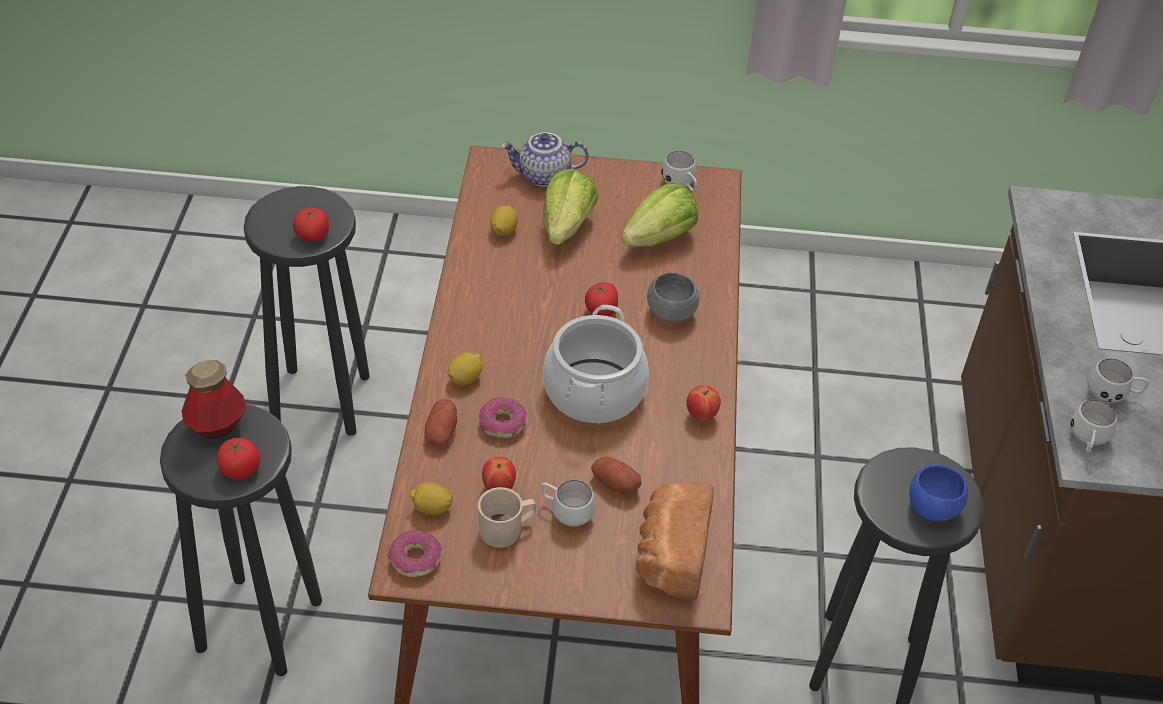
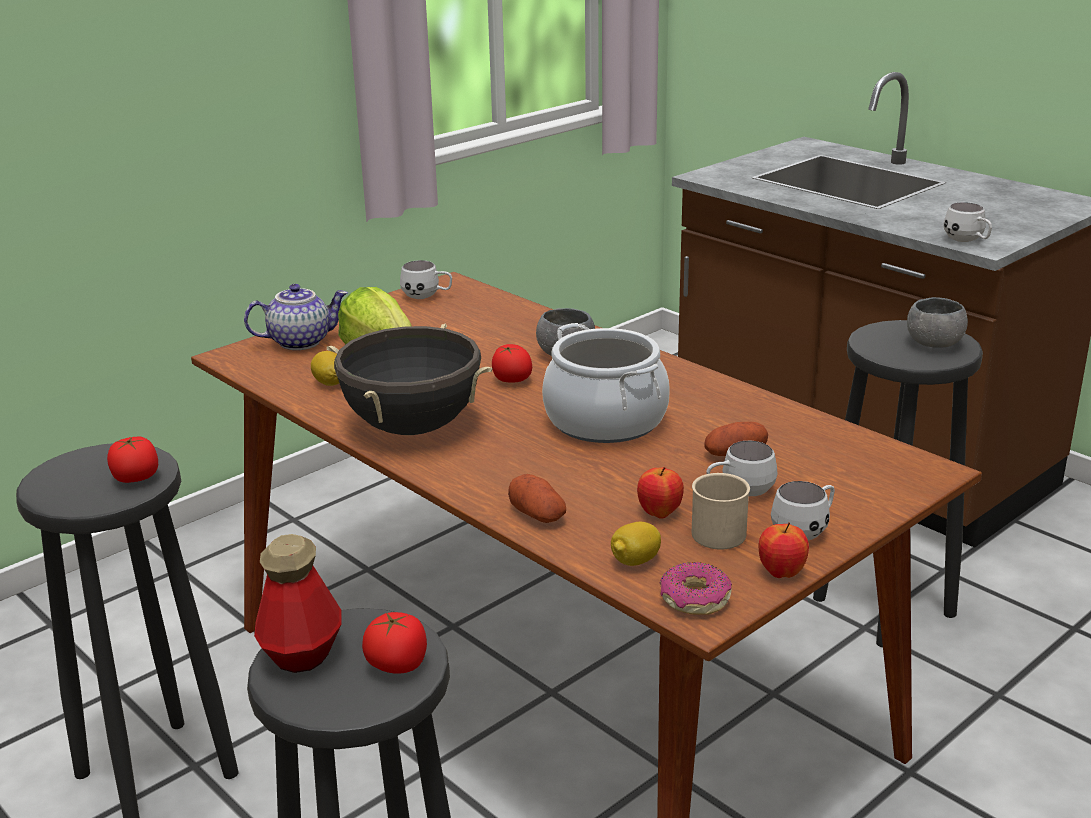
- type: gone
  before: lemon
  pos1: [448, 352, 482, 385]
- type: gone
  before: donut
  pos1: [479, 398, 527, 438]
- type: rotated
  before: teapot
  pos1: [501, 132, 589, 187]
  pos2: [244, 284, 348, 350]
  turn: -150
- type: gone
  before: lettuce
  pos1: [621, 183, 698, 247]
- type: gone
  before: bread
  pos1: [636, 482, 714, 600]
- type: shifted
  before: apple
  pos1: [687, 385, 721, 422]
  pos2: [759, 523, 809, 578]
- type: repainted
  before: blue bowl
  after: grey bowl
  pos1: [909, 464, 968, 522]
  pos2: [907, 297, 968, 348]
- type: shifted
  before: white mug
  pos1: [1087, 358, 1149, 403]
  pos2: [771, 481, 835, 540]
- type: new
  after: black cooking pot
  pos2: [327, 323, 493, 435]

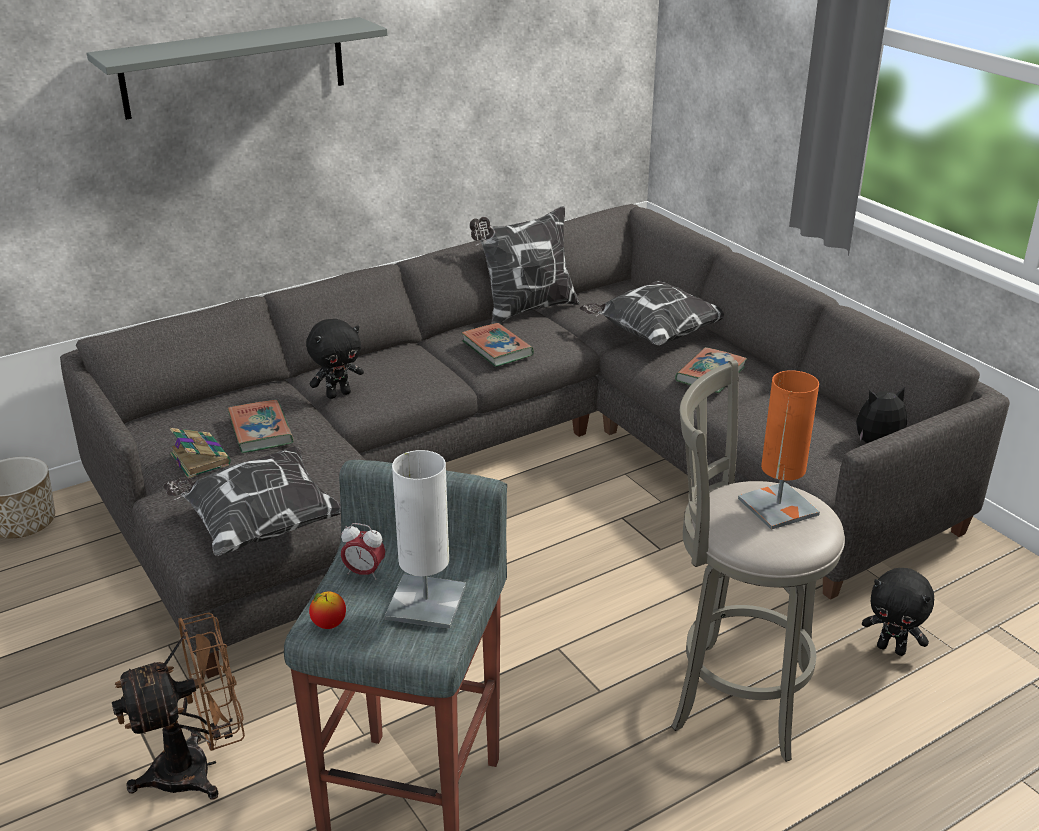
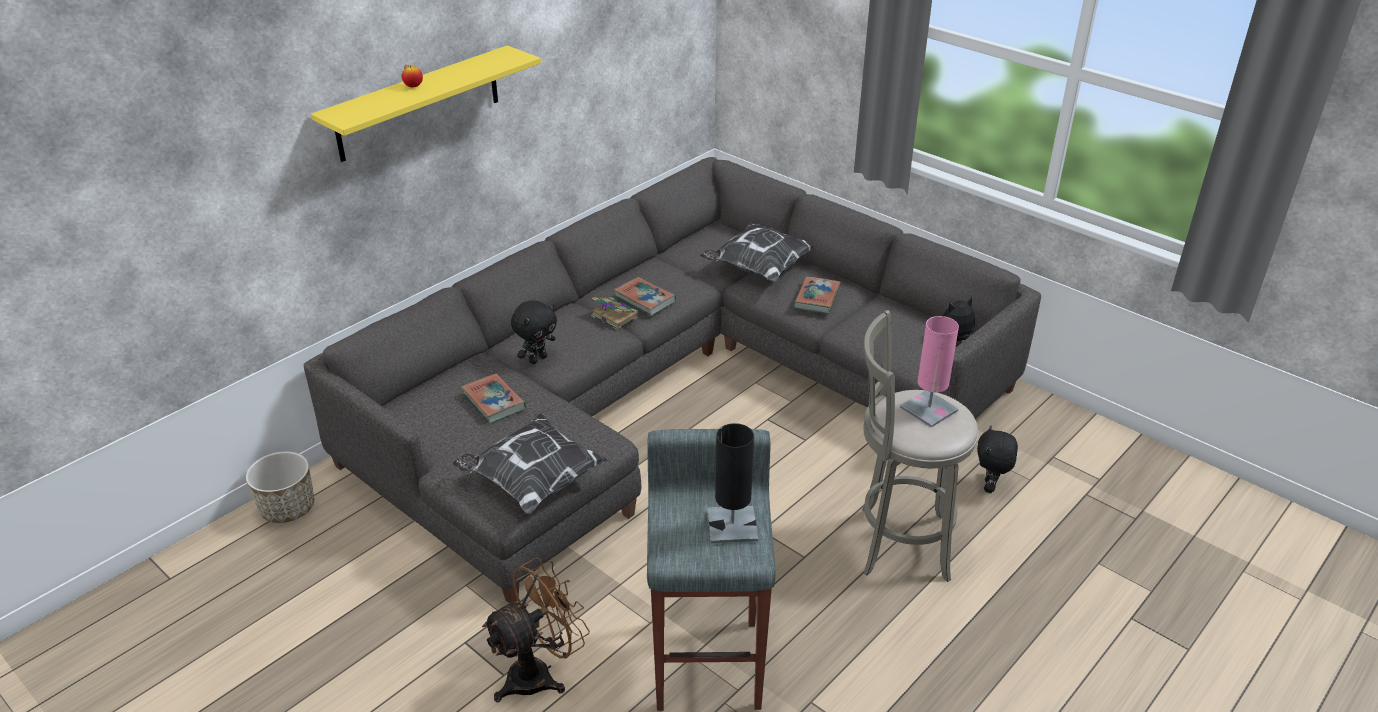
- type: repainted
  before: grey shelf
  after: yellow shelf
  pos1: [87, 17, 387, 120]
  pos2: [311, 45, 541, 162]
- type: shifted
  before: book
  pos1: [170, 428, 231, 478]
  pos2: [591, 297, 639, 330]
- type: shifted
  before: apple
  pos1: [309, 592, 346, 629]
  pos2: [402, 65, 423, 88]
- type: gone
  before: alarm clock
  pos1: [341, 523, 385, 580]
- type: repainted
  before: white table lamp
  after: black table lamp
  pos1: [385, 450, 466, 629]
  pos2: [707, 423, 758, 544]
- type: gone
  before: pillow
  pos1: [469, 206, 580, 324]
- type: repainted
  before: orange table lamp
  after: pink table lamp
  pos1: [738, 370, 820, 530]
  pos2: [900, 316, 959, 427]
- type: rotated
  before: black plush toy
  pos1: [862, 568, 934, 656]
  pos2: [977, 426, 1018, 493]
  turn: 90

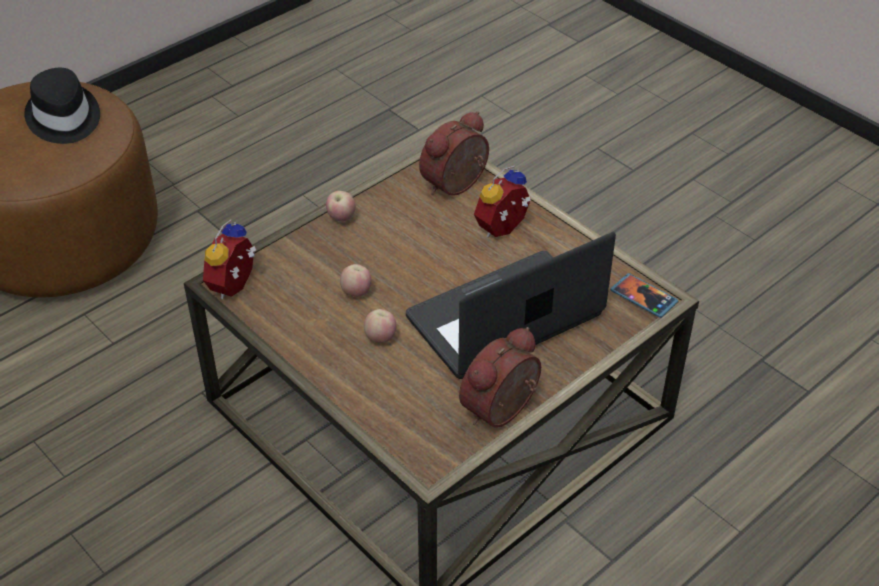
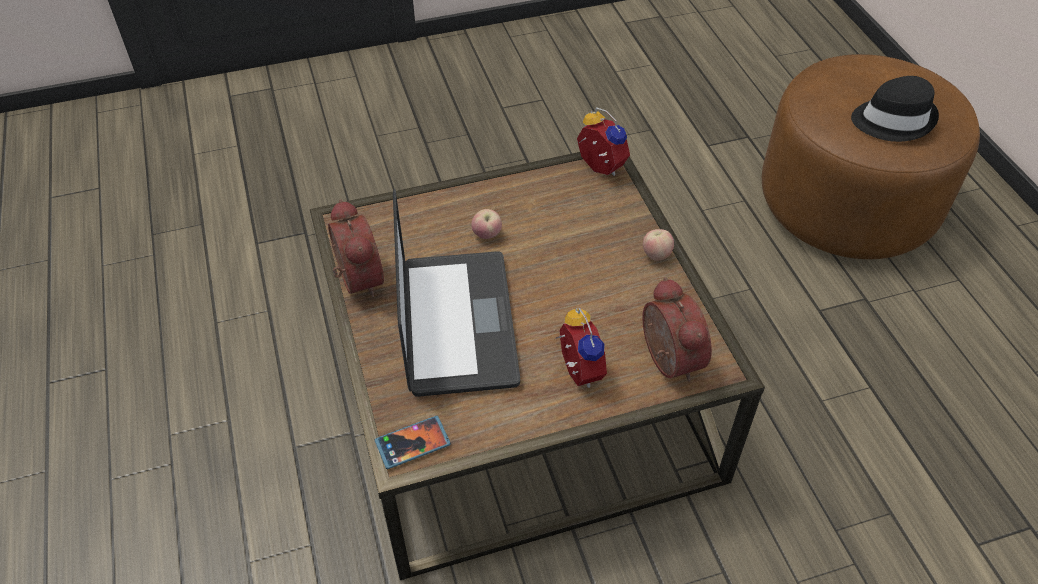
- type: gone
  before: apple
  pos1: [340, 264, 371, 297]

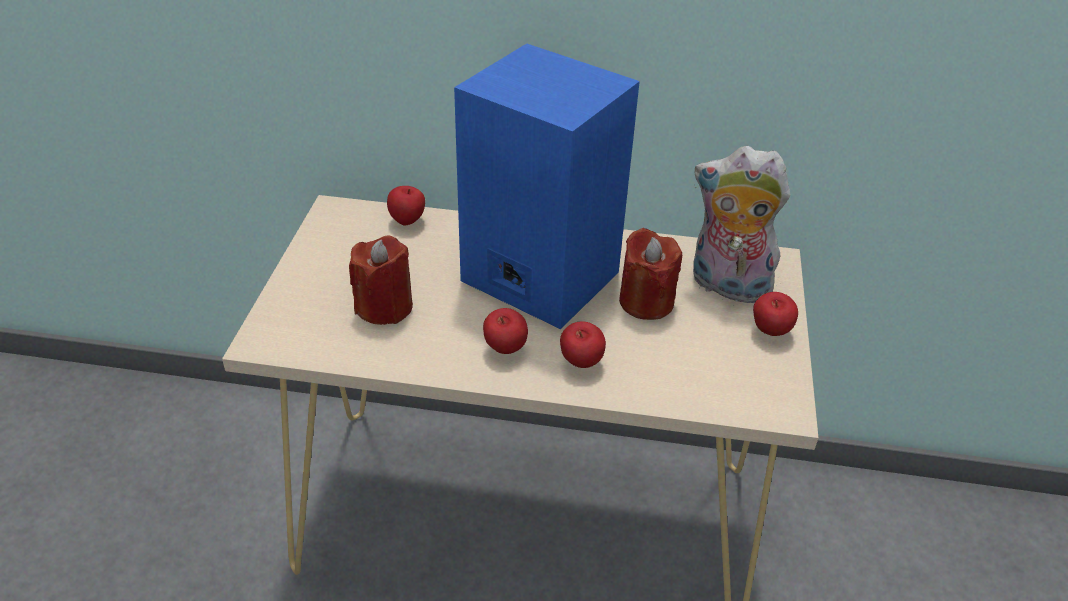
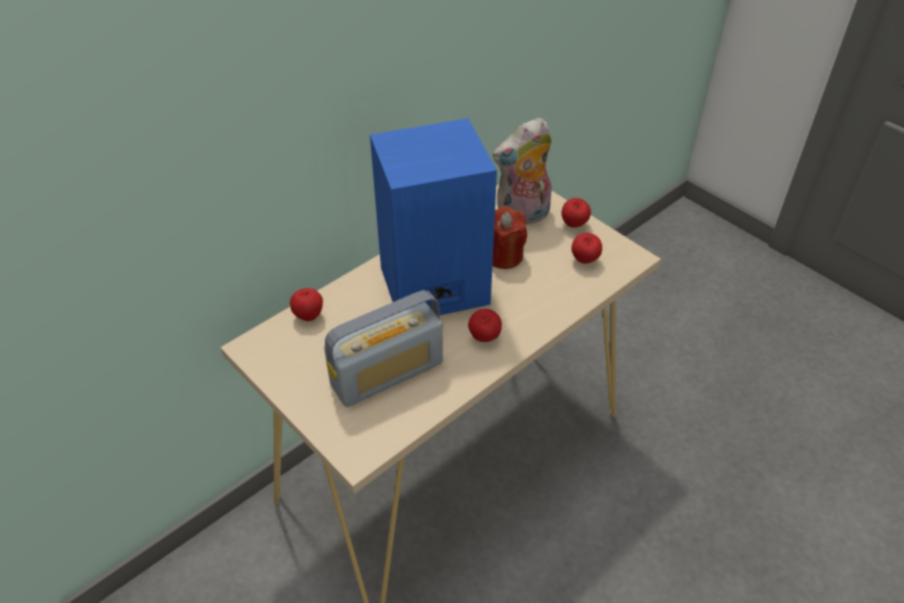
- type: swapped
  before: red candle
  after: radio
  pos1: [349, 235, 413, 325]
  pos2: [324, 290, 443, 407]
- type: shifted
  before: apple
  pos1: [560, 321, 606, 368]
  pos2: [571, 233, 602, 264]

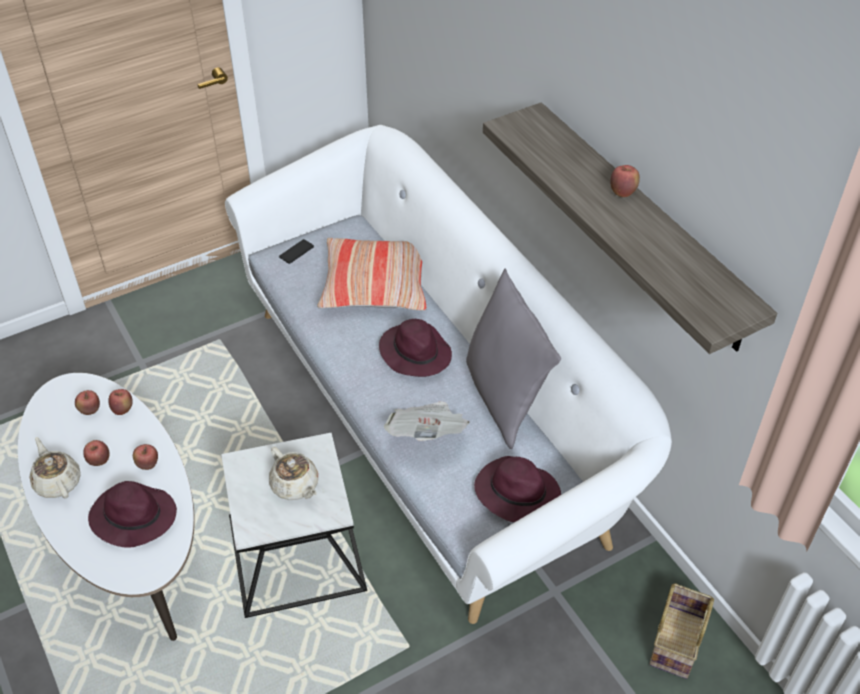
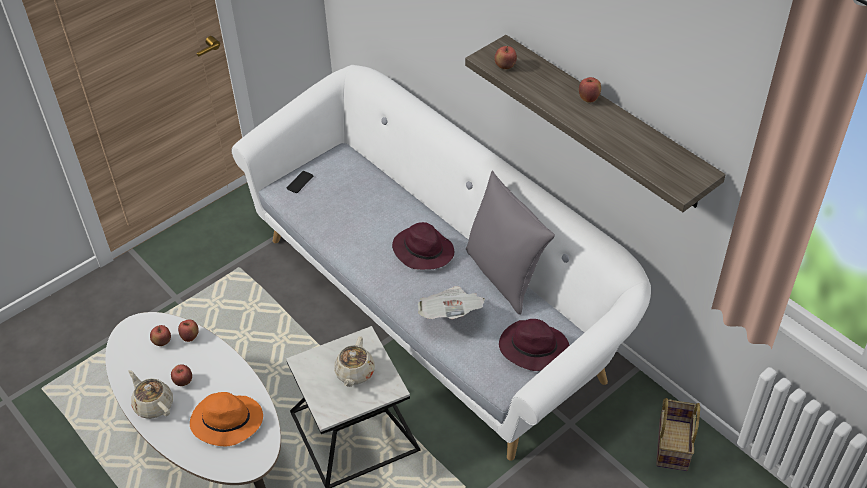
- type: repainted
  before: purple hat
  after: orange hat
  pos1: [88, 481, 177, 548]
  pos2: [190, 392, 263, 446]
- type: shifted
  before: apple
  pos1: [133, 444, 158, 470]
  pos2: [495, 46, 517, 69]
- type: rotated
  before: beige teapot
  pos1: [269, 446, 318, 500]
  pos2: [334, 336, 375, 387]
  turn: 60
- type: gone
  before: pillow
  pos1: [317, 238, 427, 311]

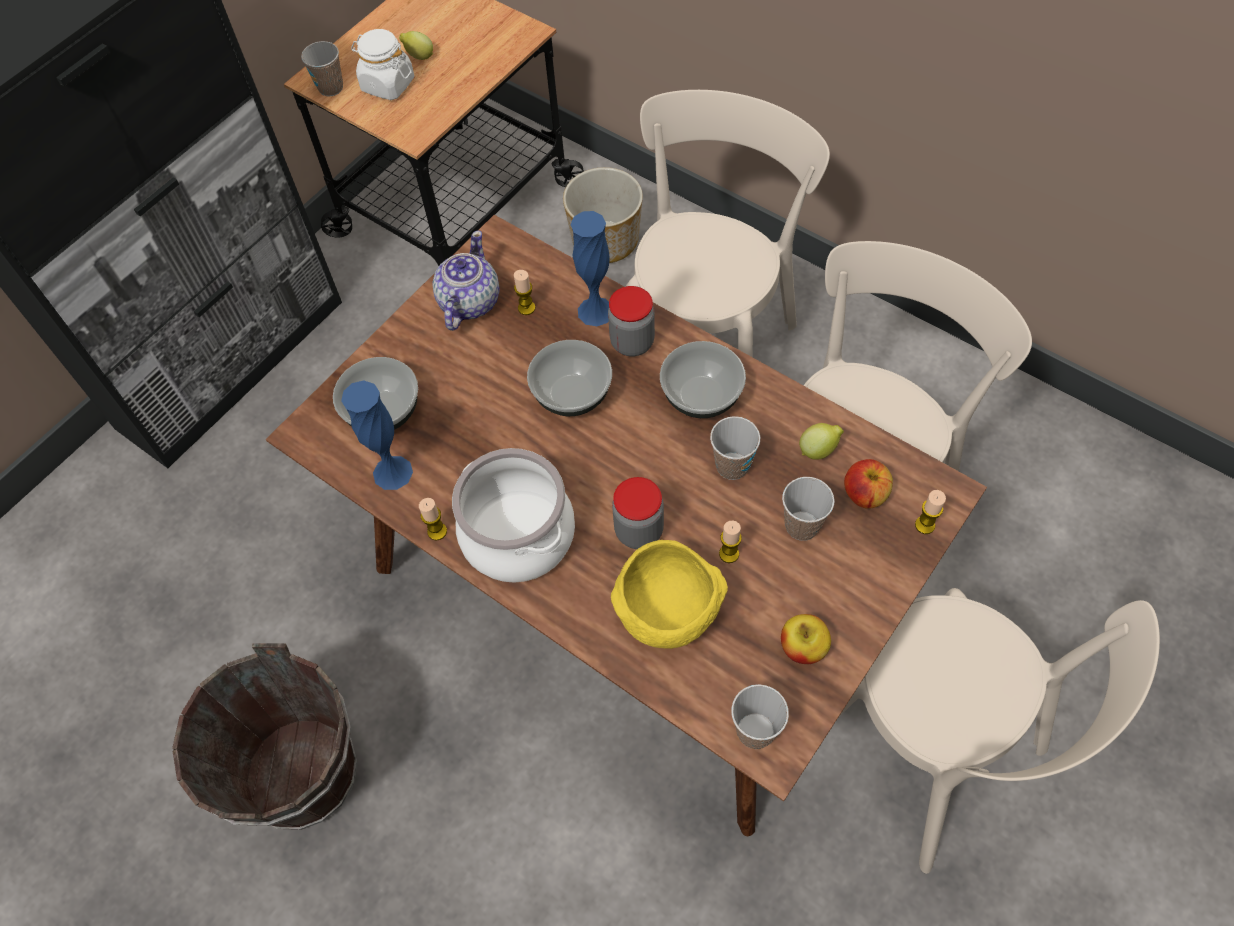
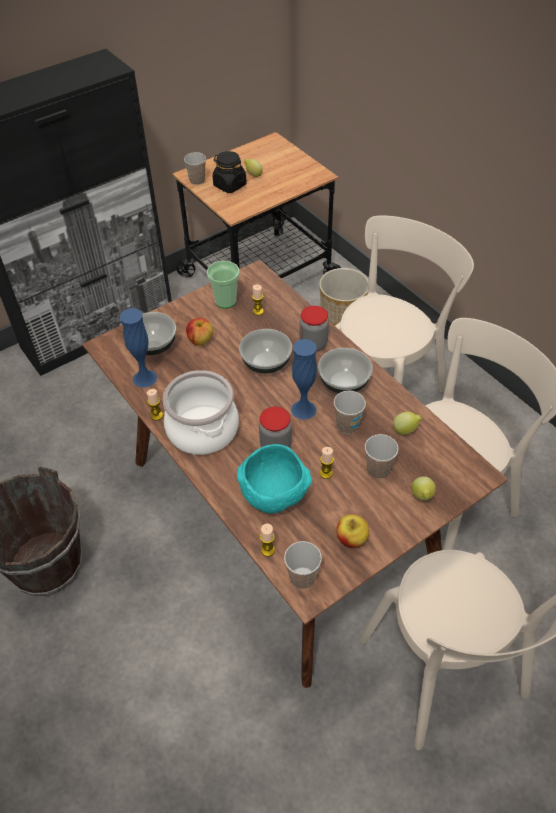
- type: repainted
  before: white jar
  after: black jar
  pos1: [351, 29, 415, 100]
  pos2: [213, 151, 246, 193]
- type: swapped
  before: teapot
  after: cup
  pos1: [432, 231, 500, 331]
  pos2: [207, 261, 240, 308]
- type: shifted
  before: blue vase
  pos1: [571, 211, 609, 326]
  pos2: [291, 339, 317, 420]
- type: repainted
  before: yellow bowl
  after: turquoise bowl
  pos1: [611, 540, 728, 649]
  pos2: [237, 444, 312, 513]
- type: shifted
  before: apple
  pos1: [844, 459, 893, 509]
  pos2: [186, 318, 213, 346]
- type: shifted
  before: candle
  pos1: [915, 490, 946, 534]
  pos2: [260, 523, 275, 557]
- type: new
  after: lemon
  pos2: [412, 477, 436, 501]

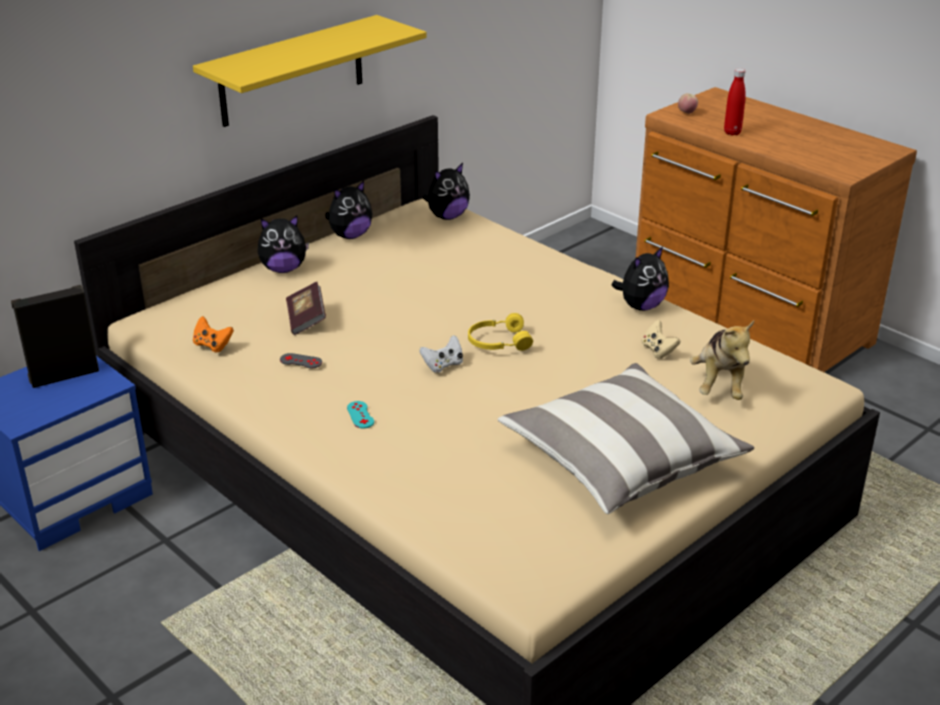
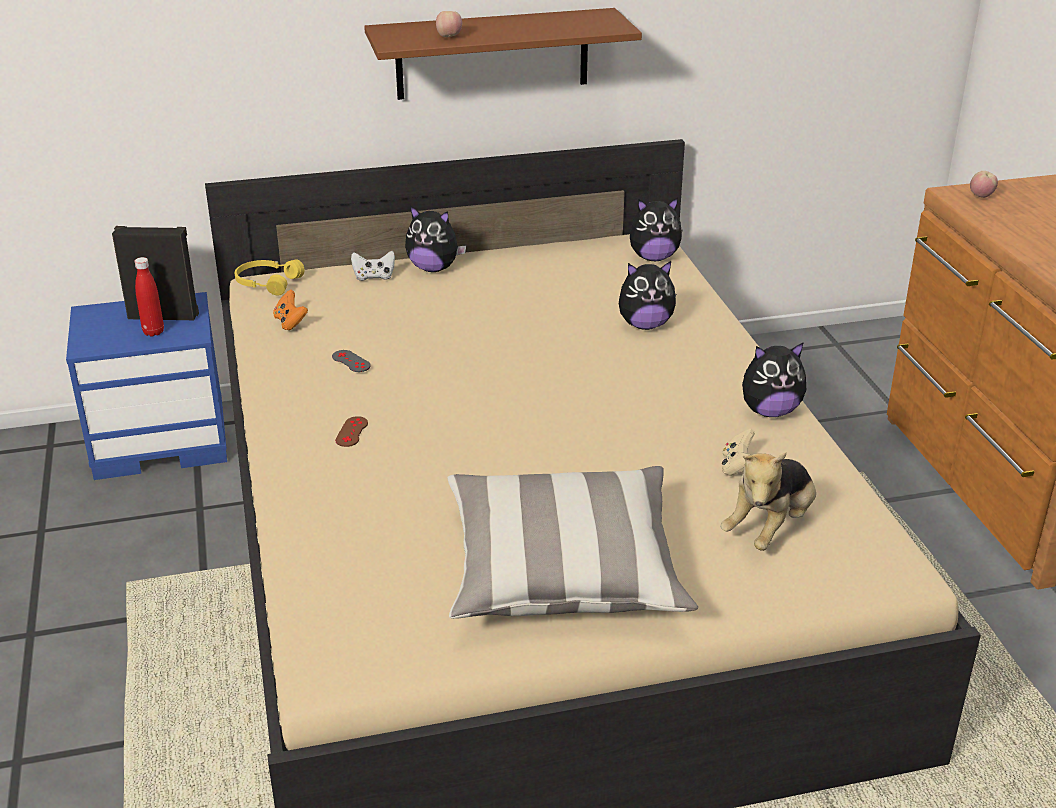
- type: repainted
  before: yellow shelf
  after: brown shelf
  pos1: [193, 15, 427, 127]
  pos2: [364, 8, 642, 100]
- type: gone
  before: book
  pos1: [286, 282, 326, 335]
- type: shifted
  before: plush toy
  pos1: [325, 181, 373, 239]
  pos2: [619, 261, 677, 330]
- type: repainted
  before: turquoise game controller
  after: brown game controller
  pos1: [347, 401, 374, 428]
  pos2: [335, 416, 368, 447]
- type: shifted
  before: white game controller
  pos1: [419, 335, 463, 373]
  pos2: [351, 251, 395, 281]
- type: shifted
  before: yellow headphones
  pos1: [468, 313, 533, 351]
  pos2: [235, 260, 304, 295]
- type: shifted
  before: red bottle
  pos1: [724, 68, 746, 136]
  pos2: [135, 257, 164, 336]
- type: new
  after: apple
  pos2: [436, 11, 462, 37]

